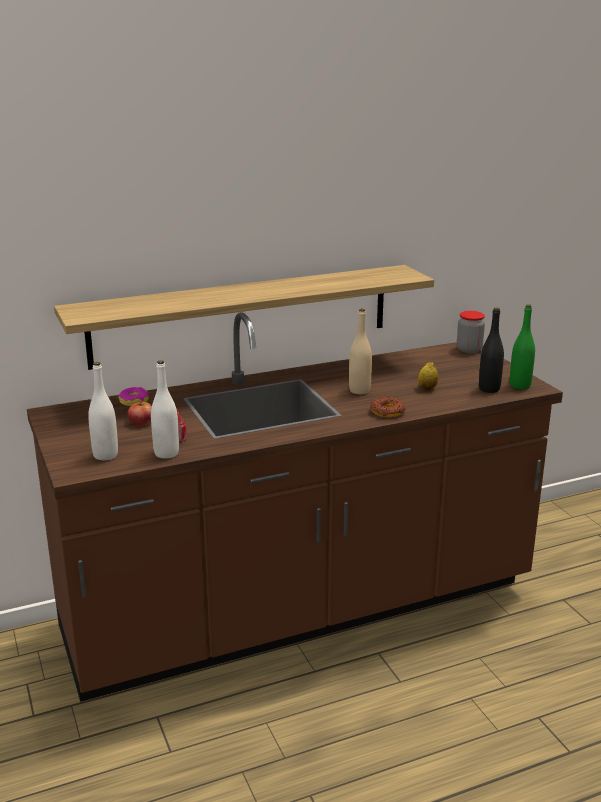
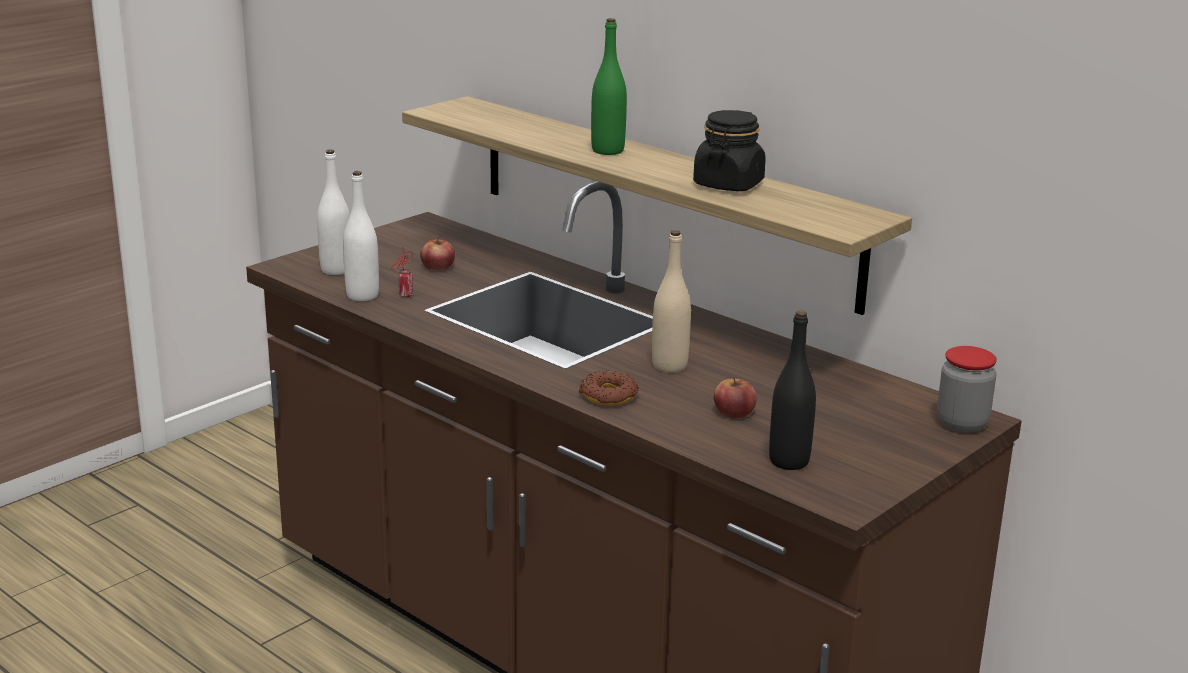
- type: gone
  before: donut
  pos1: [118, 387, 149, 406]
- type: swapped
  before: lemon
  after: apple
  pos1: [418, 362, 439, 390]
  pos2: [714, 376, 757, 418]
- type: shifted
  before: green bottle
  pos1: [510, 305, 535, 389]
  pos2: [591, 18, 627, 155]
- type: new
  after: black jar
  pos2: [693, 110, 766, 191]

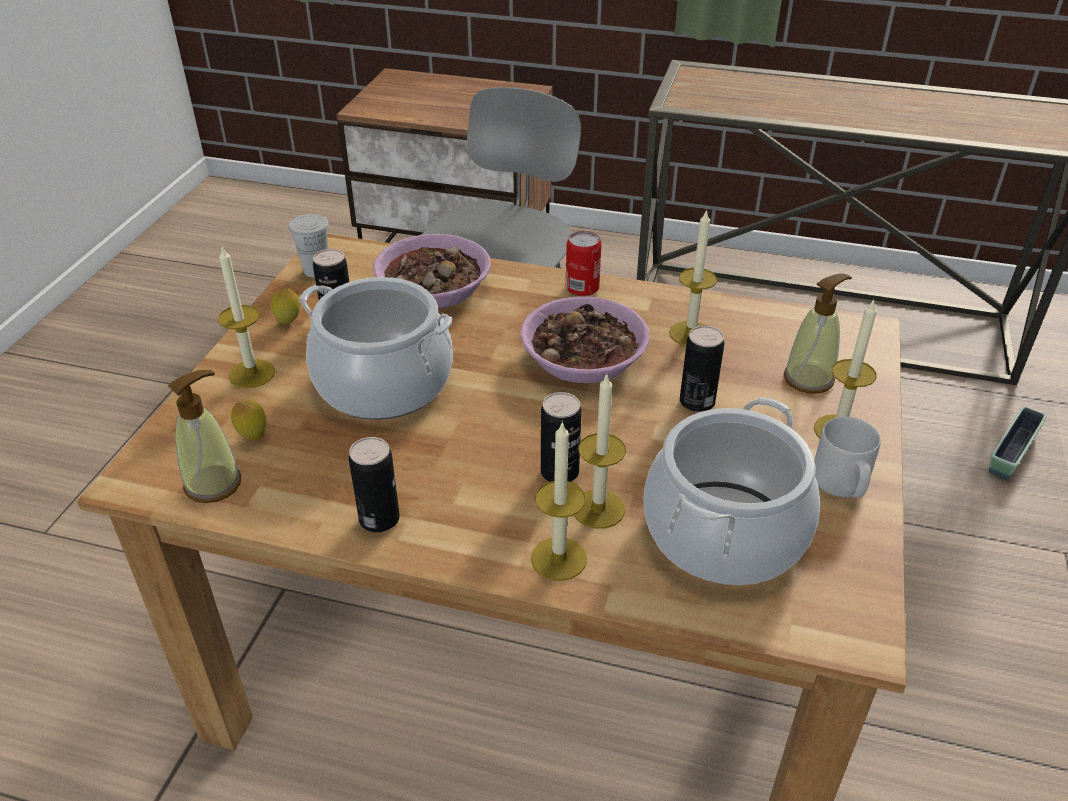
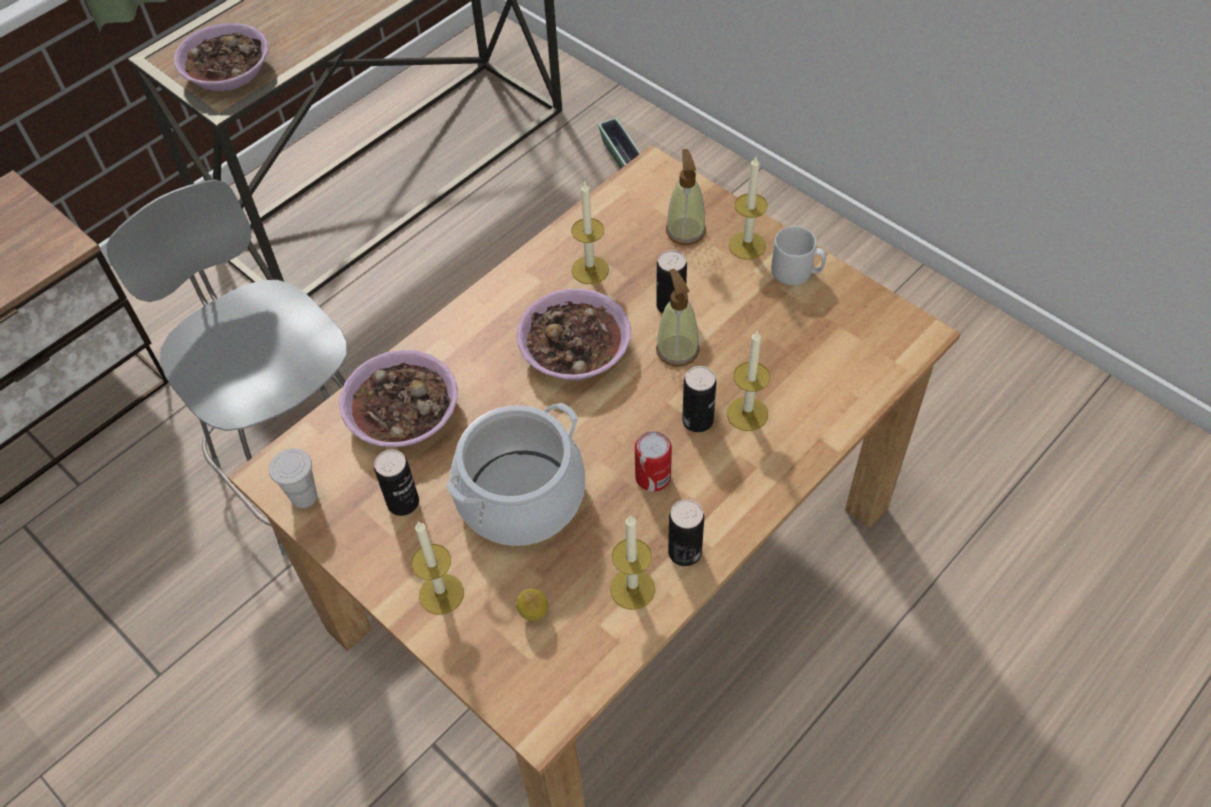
- type: shifted
  before: soap dispenser
  pos1: [168, 370, 241, 503]
  pos2: [656, 269, 699, 367]
- type: gone
  before: lemon
  pos1: [271, 288, 300, 324]
- type: shifted
  before: candle
  pos1: [531, 421, 587, 581]
  pos2: [610, 515, 655, 610]
- type: shifted
  before: can
  pos1: [566, 231, 602, 296]
  pos2: [635, 431, 672, 492]
- type: gone
  before: cooking pot
  pos1: [644, 397, 820, 585]
- type: new
  after: bowl
  pos2: [174, 23, 268, 91]

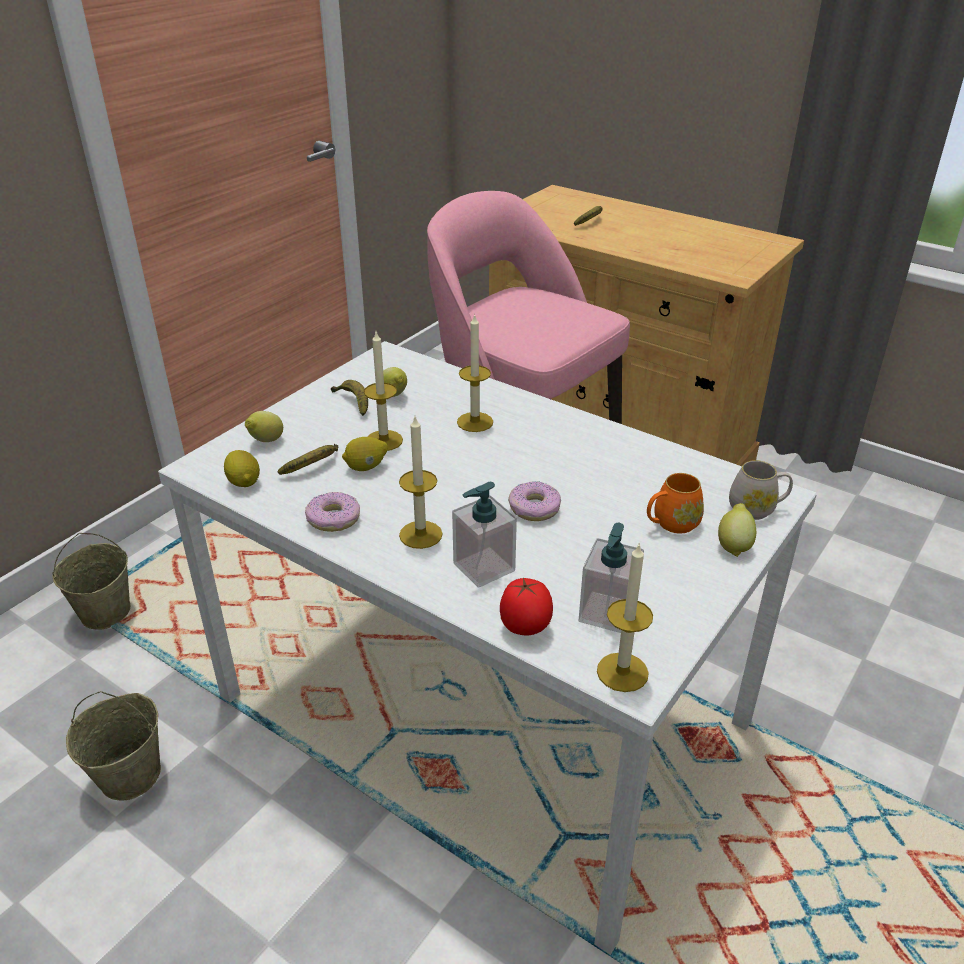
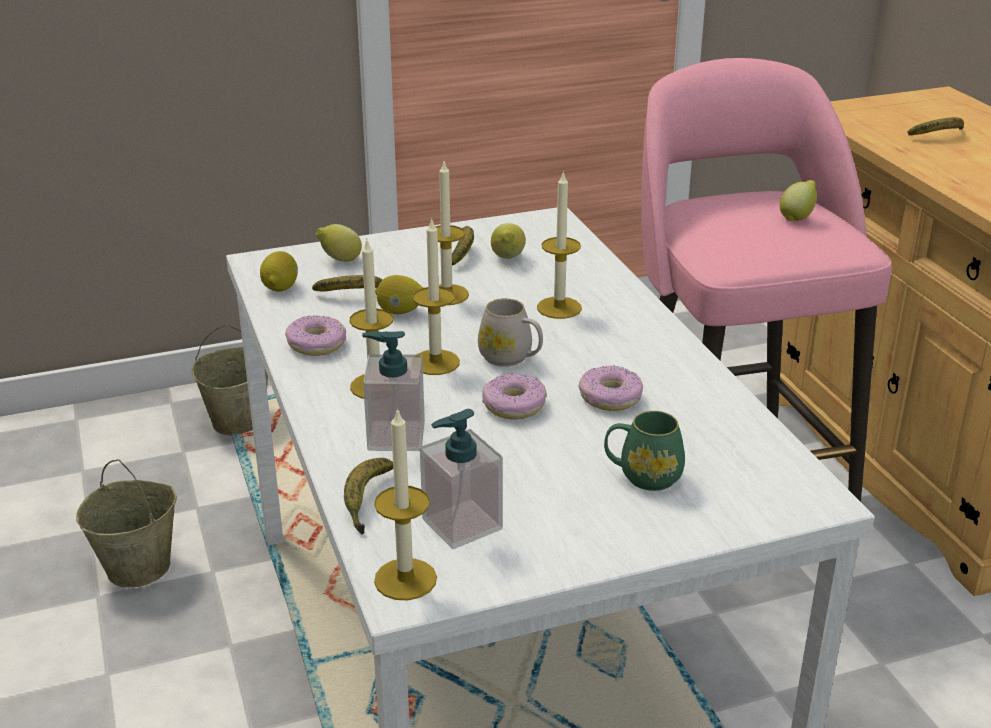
- type: swapped
  before: tomato
  after: banana
  pos1: [500, 577, 553, 636]
  pos2: [344, 458, 393, 535]
- type: repainted
  before: orange mug
  after: green mug
  pos1: [647, 473, 704, 533]
  pos2: [604, 411, 685, 491]
- type: shifted
  before: lemon
  pos1: [718, 503, 756, 557]
  pos2: [780, 180, 817, 221]
- type: shifted
  before: white mug
  pos1: [729, 460, 793, 520]
  pos2: [478, 298, 543, 367]
- type: new
  after: candle
  pos2: [413, 217, 460, 375]
- type: new
  after: donut
  pos2: [578, 365, 643, 411]

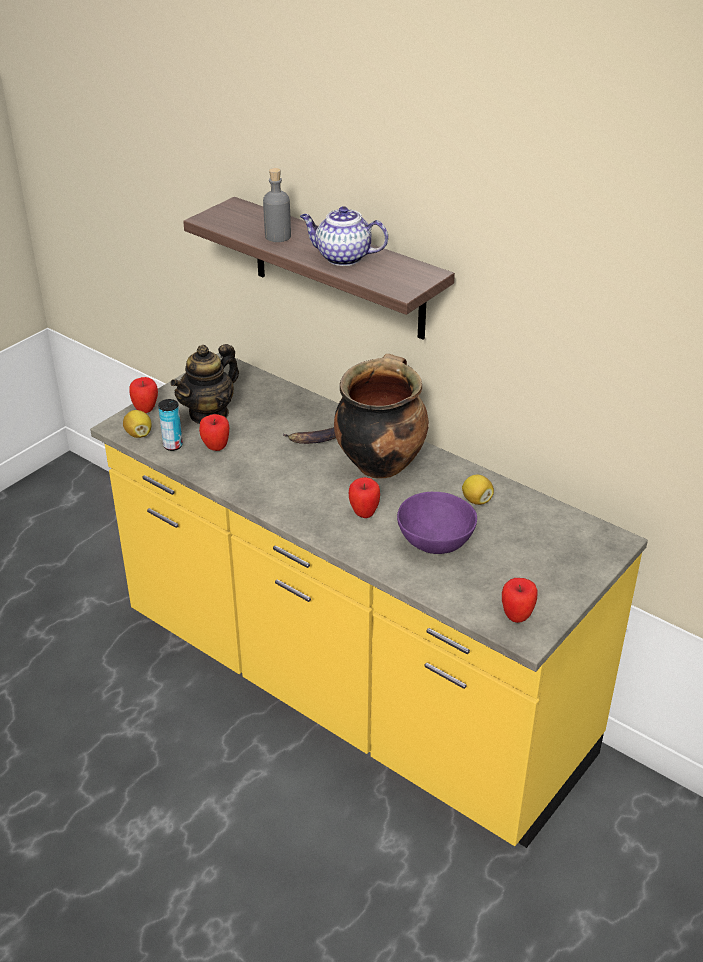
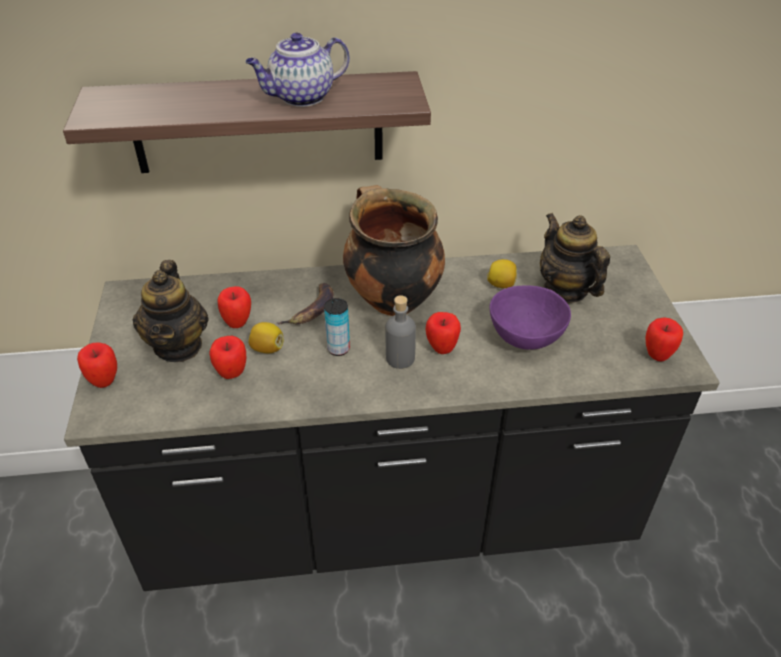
- type: repainted
  before: yellow counter
  after: black counter
  pos1: [90, 353, 648, 848]
  pos2: [64, 245, 720, 591]
- type: shifted
  before: lemon
  pos1: [123, 410, 152, 438]
  pos2: [248, 322, 283, 353]
- type: shifted
  before: can
  pos1: [158, 399, 183, 451]
  pos2: [324, 298, 350, 356]
- type: shifted
  before: grey bottle
  pos1: [263, 168, 291, 242]
  pos2: [386, 295, 416, 369]
- type: new
  after: apple
  pos2: [218, 286, 251, 328]
- type: new
  after: teapot
  pos2: [540, 213, 610, 303]

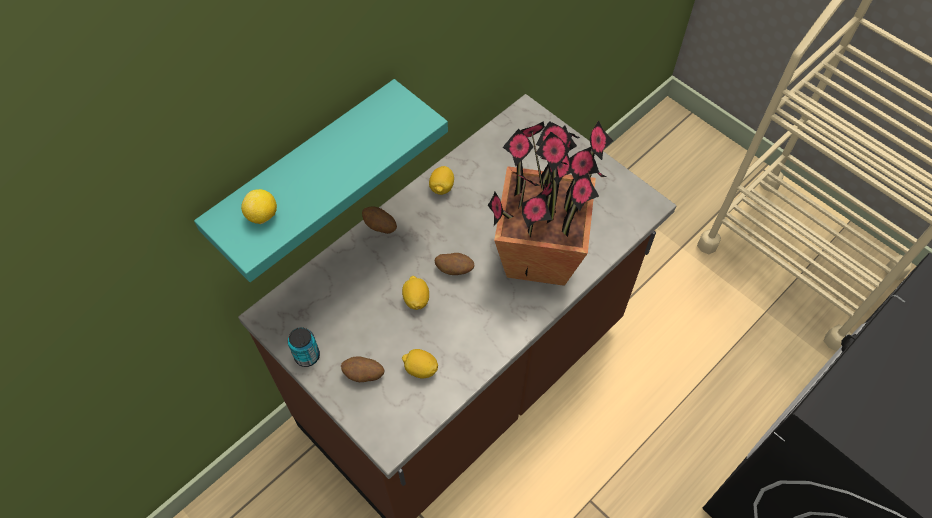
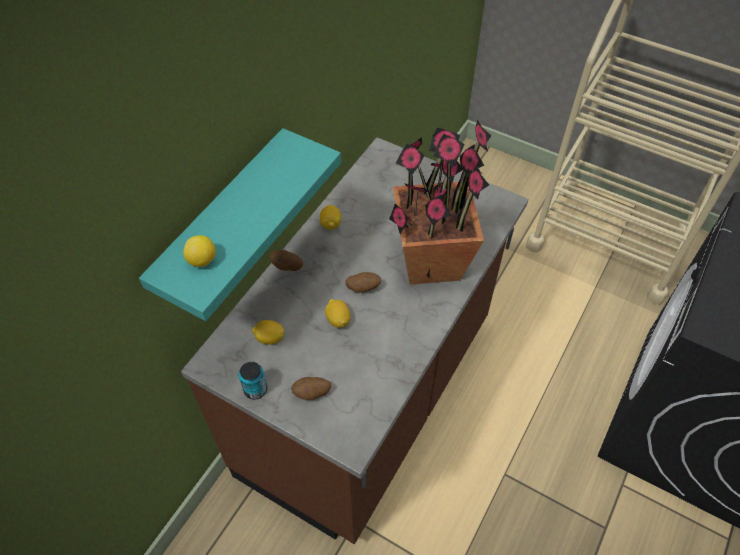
- type: shifted
  before: lemon
  pos1: [402, 349, 438, 378]
  pos2: [252, 320, 285, 344]

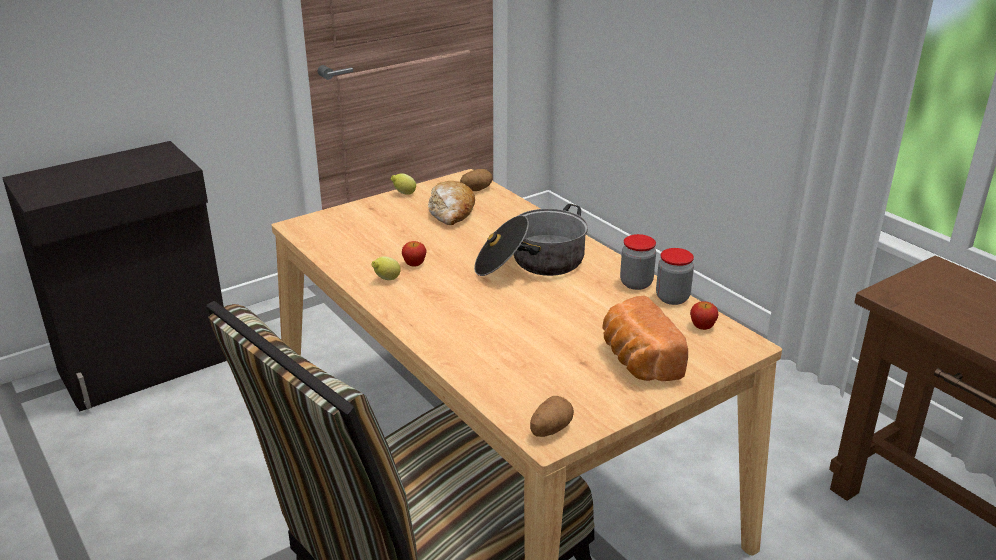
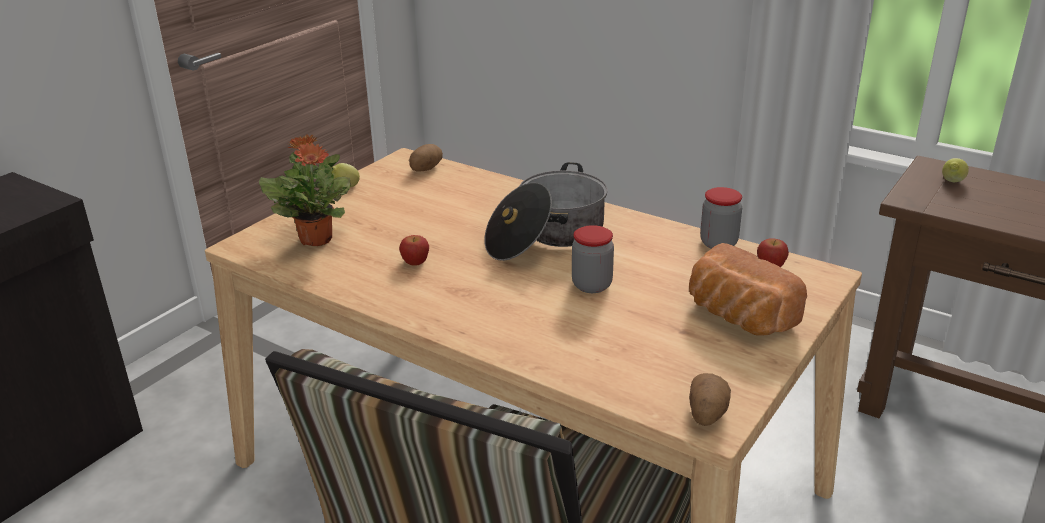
- type: shifted
  before: lemon
  pos1: [372, 256, 401, 280]
  pos2: [942, 158, 969, 182]
- type: gone
  before: bread
  pos1: [428, 181, 475, 225]
- type: shifted
  before: jar
  pos1: [620, 234, 656, 290]
  pos2: [572, 225, 614, 293]
- type: new
  after: potted plant
  pos2: [259, 134, 350, 246]

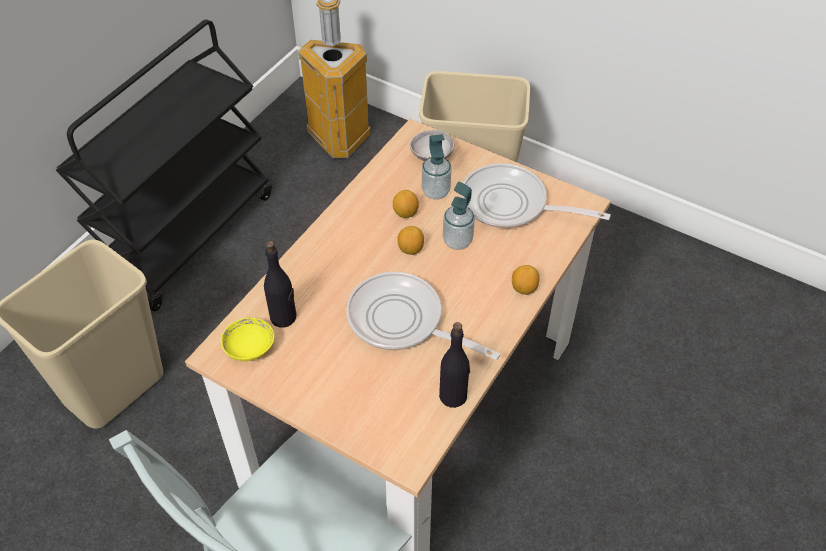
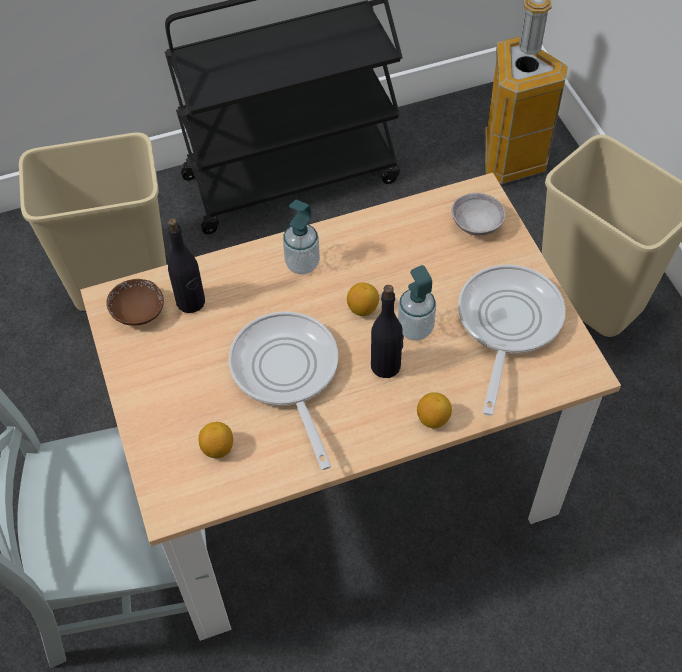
- type: repainted
  before: yellow bowl
  after: brown bowl
  pos1: [221, 317, 275, 361]
  pos2: [106, 279, 164, 326]
- type: shifted
  before: lemon
  pos1: [393, 190, 419, 218]
  pos2: [198, 422, 233, 458]
- type: shifted
  before: soap dispenser
  pos1: [422, 134, 451, 200]
  pos2: [283, 199, 320, 275]
- type: shifted
  before: black bottle
  pos1: [439, 322, 470, 408]
  pos2: [371, 285, 404, 378]
- type: rotated
  before: frying pan
  pos1: [461, 163, 611, 228]
  pos2: [458, 264, 566, 416]
  turn: 45

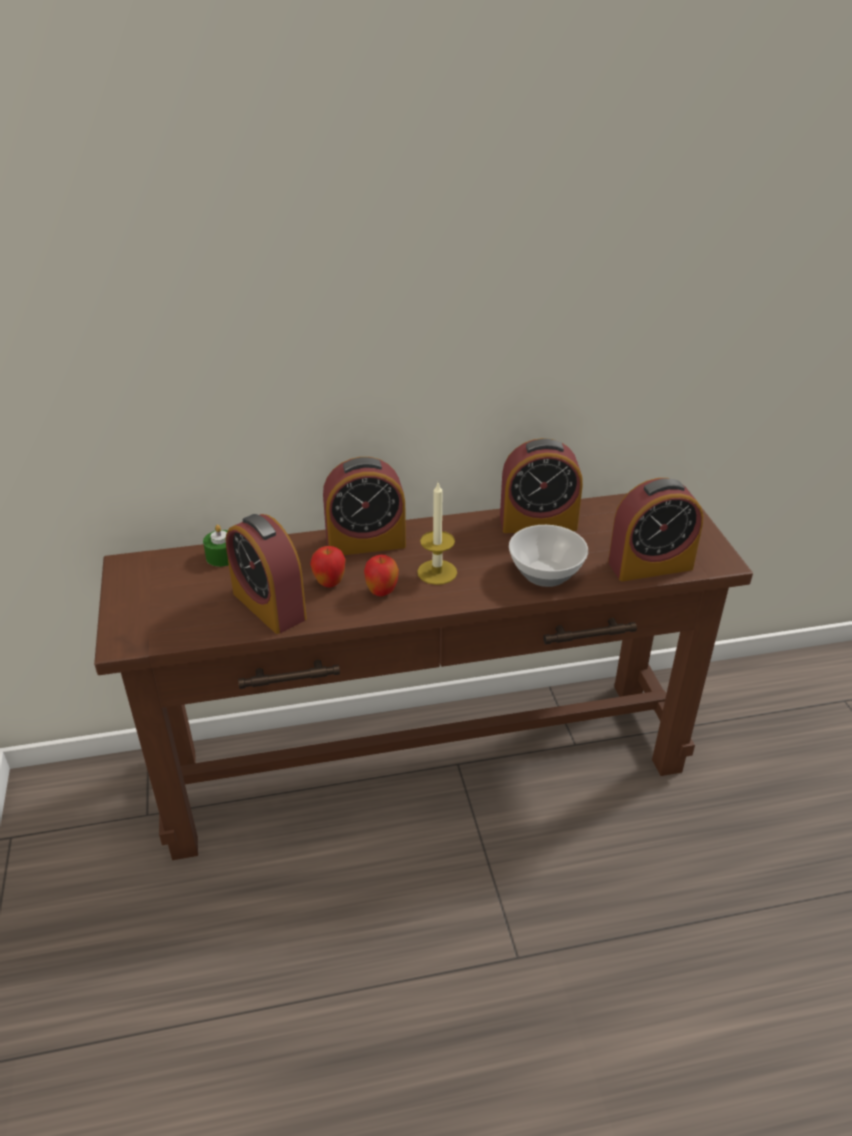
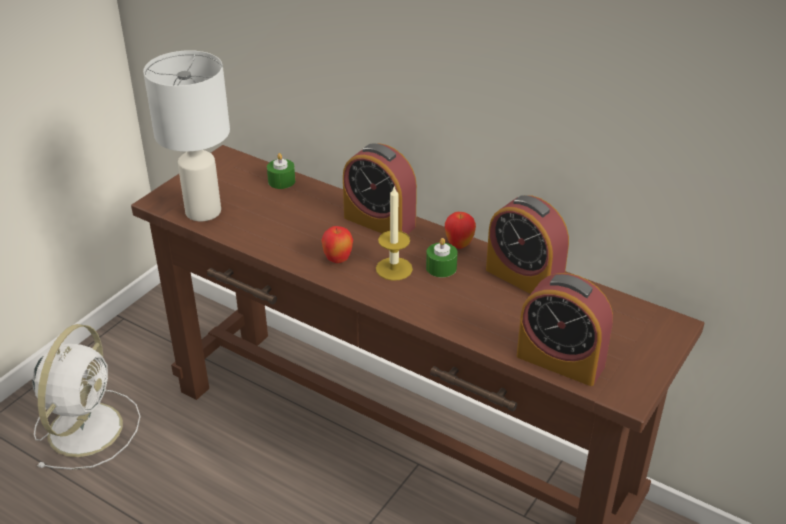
- type: gone
  before: alarm clock
  pos1: [226, 514, 307, 634]
- type: shifted
  before: apple
  pos1: [310, 546, 346, 587]
  pos2: [445, 212, 476, 249]
- type: gone
  before: bowl
  pos1: [509, 525, 588, 587]
- type: new
  after: white fan
  pos2: [32, 324, 141, 470]
- type: new
  after: white table lamp
  pos2: [143, 50, 230, 221]
- type: new
  after: green candle
  pos2: [426, 238, 458, 277]

